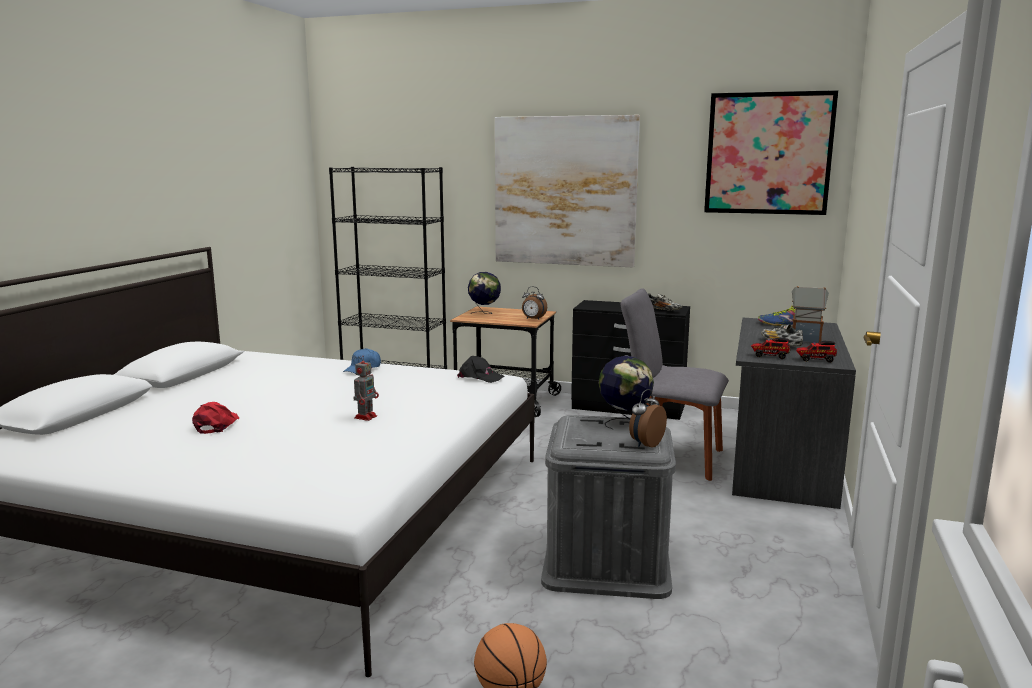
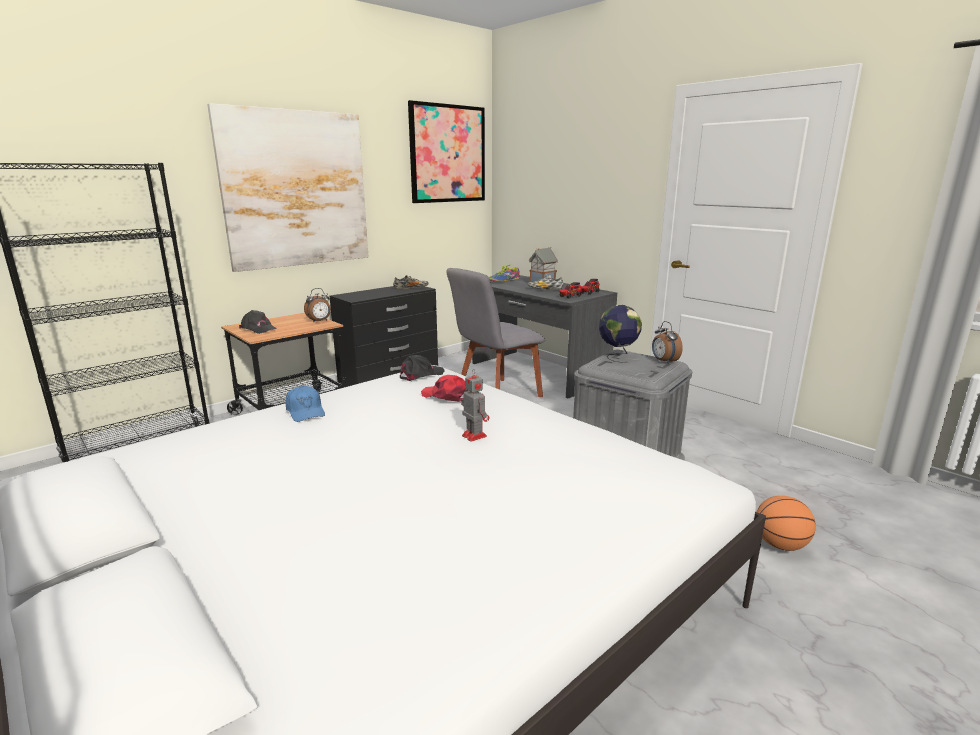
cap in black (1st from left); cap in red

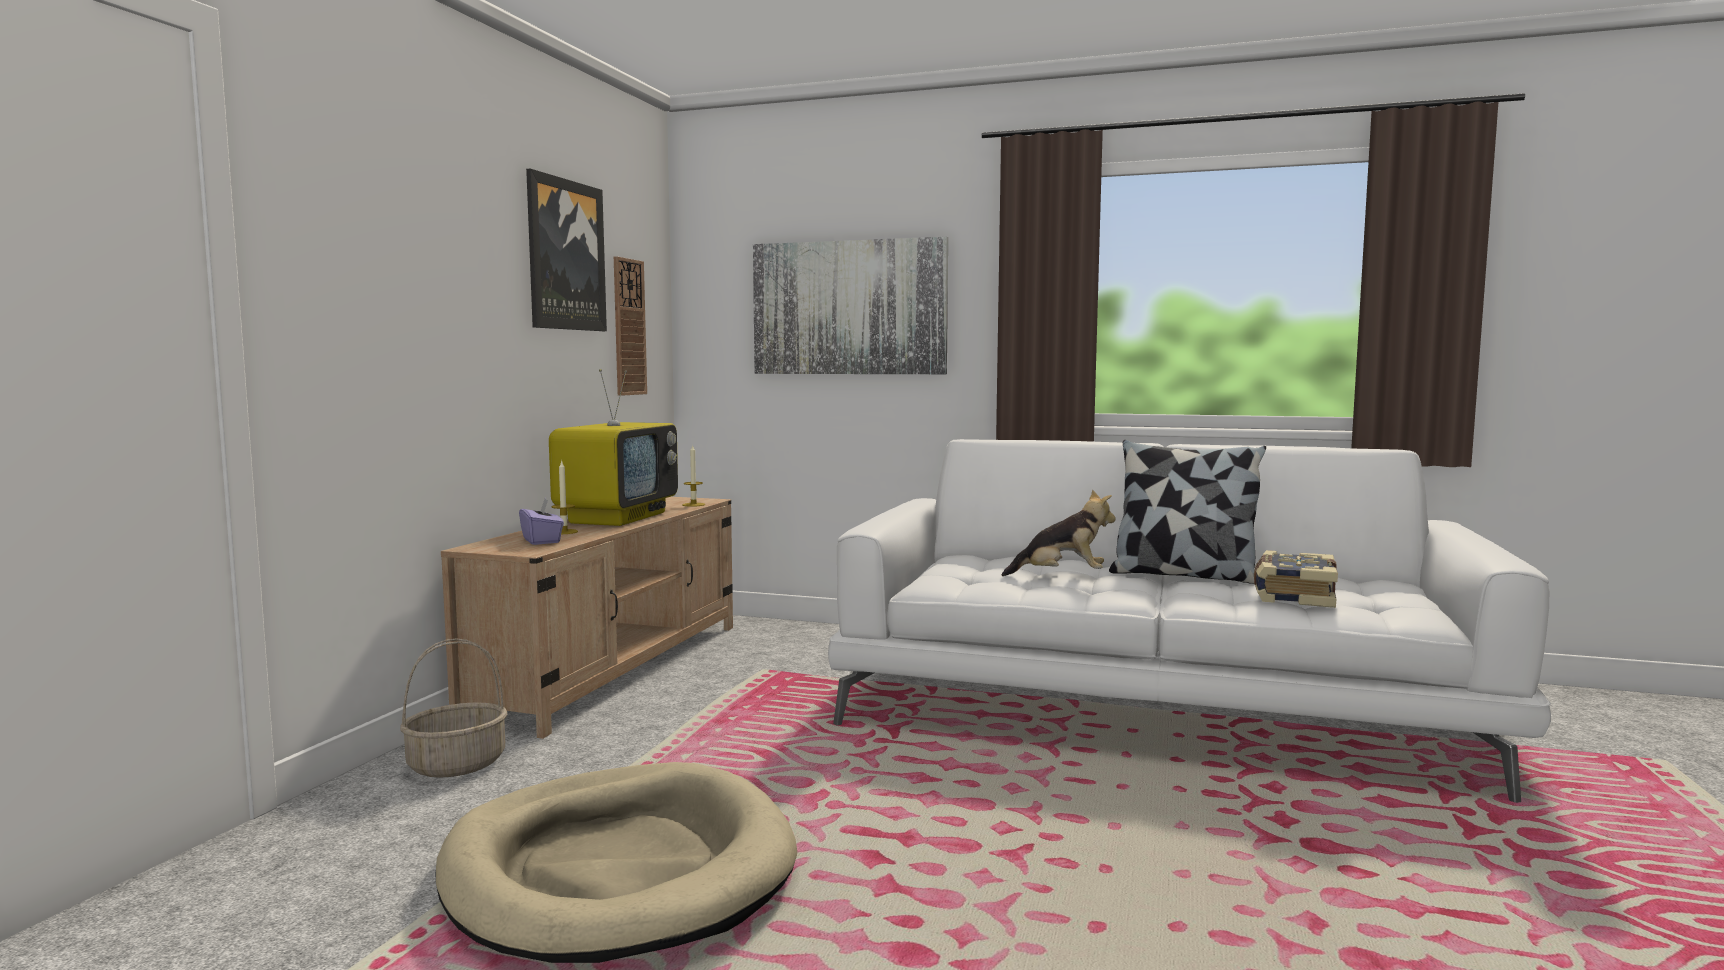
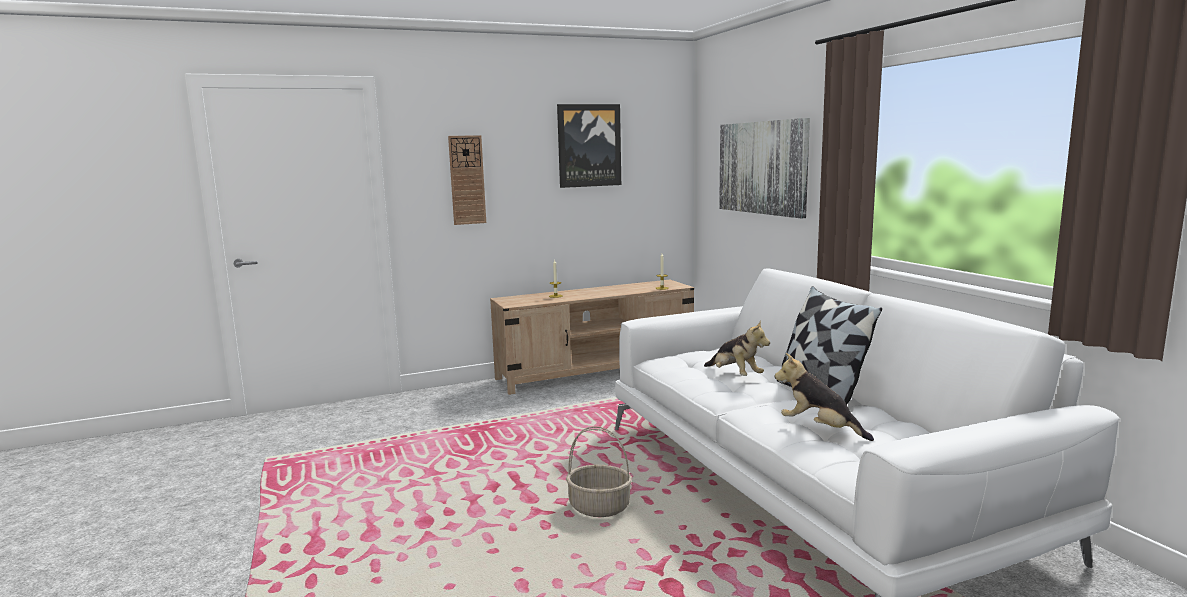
wall clock; basket; plush toy (2nd from left); dog bed in beige; tissue box in purple; television

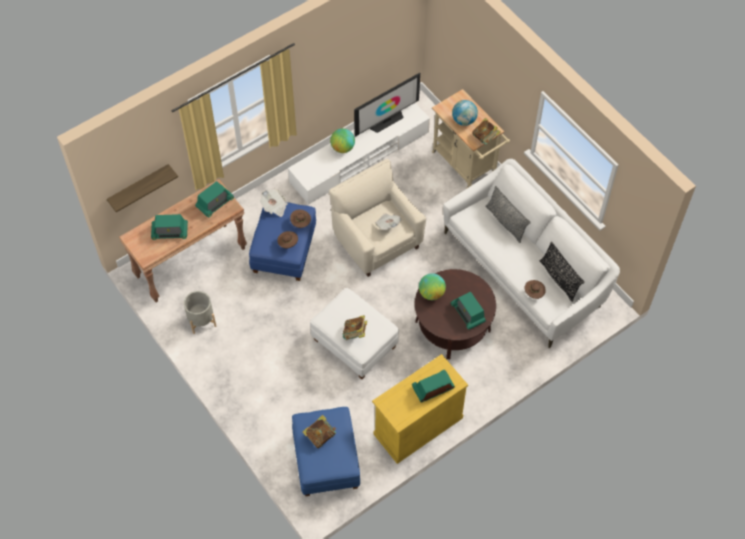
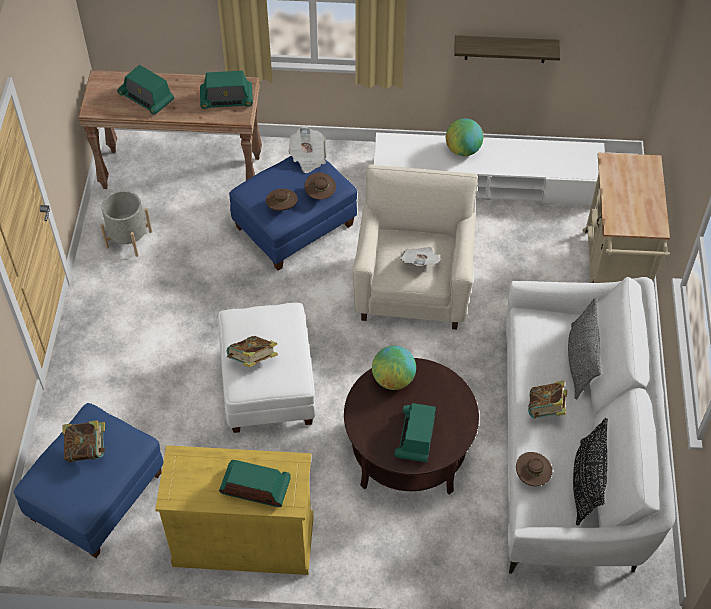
shelf; book (3rd from left); television; globe (3rd from left in the first image)

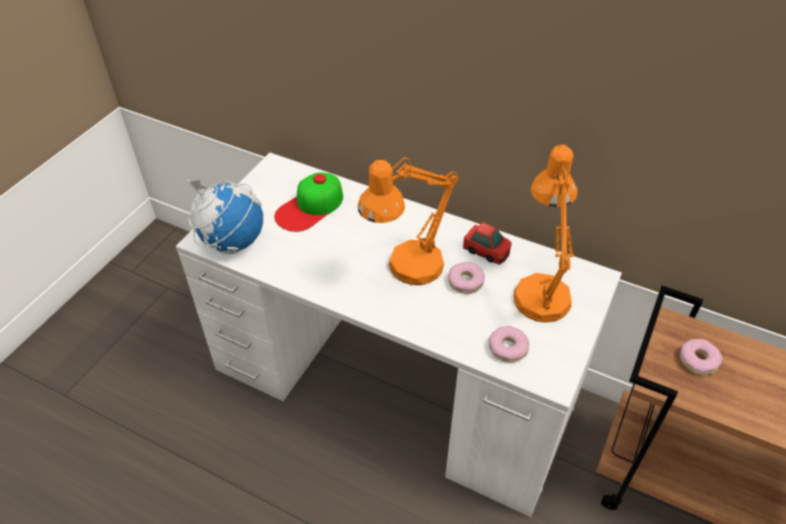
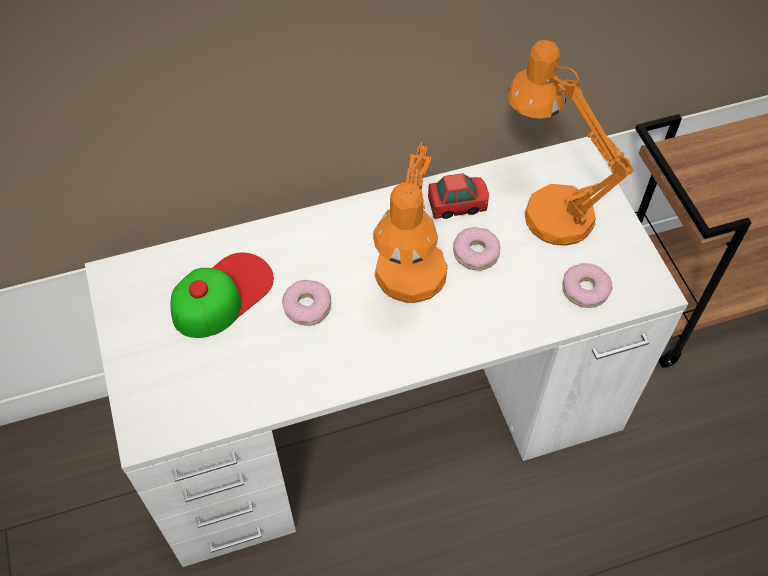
cap; donut (1st from left); globe

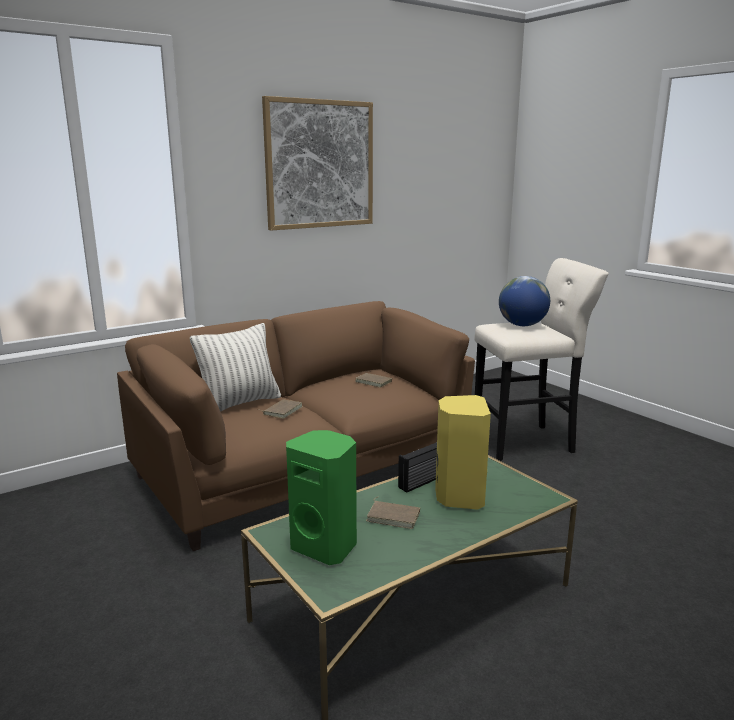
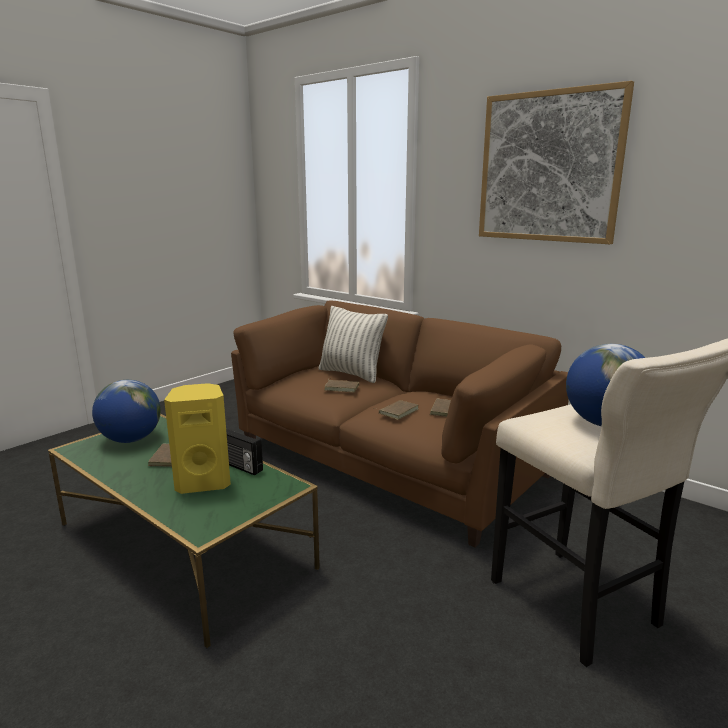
globe (1st from left); book in brown (3rd from left)

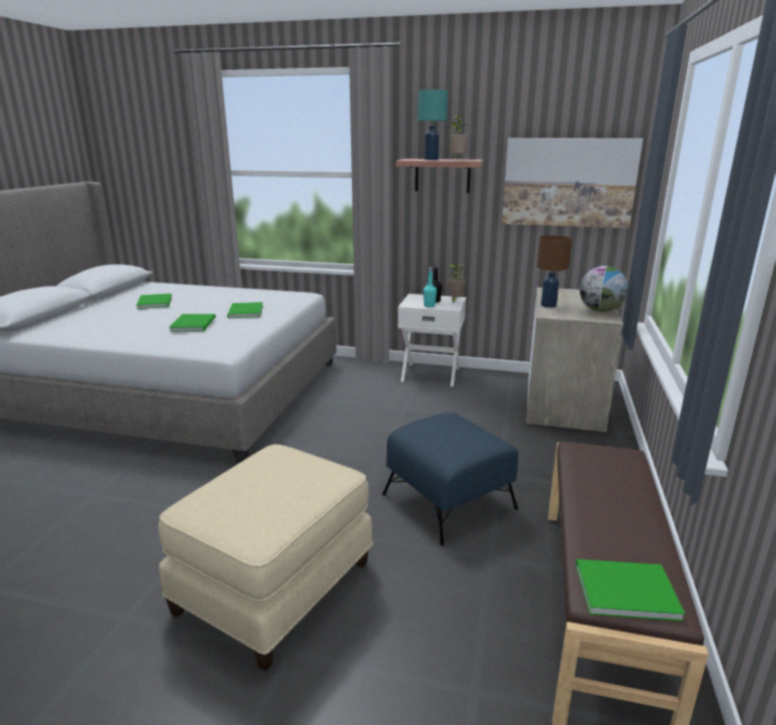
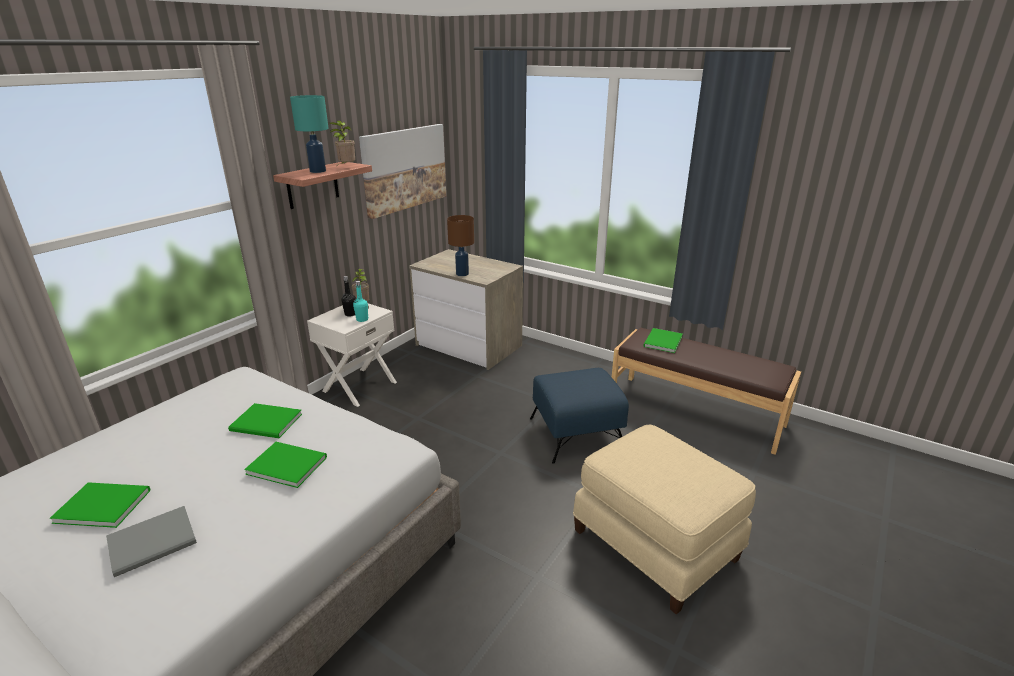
book in grey; book in green (4th from left); globe

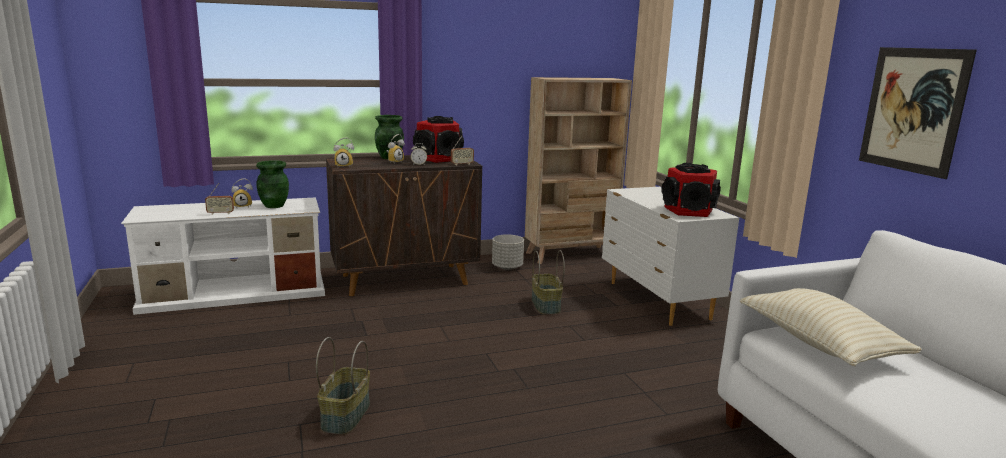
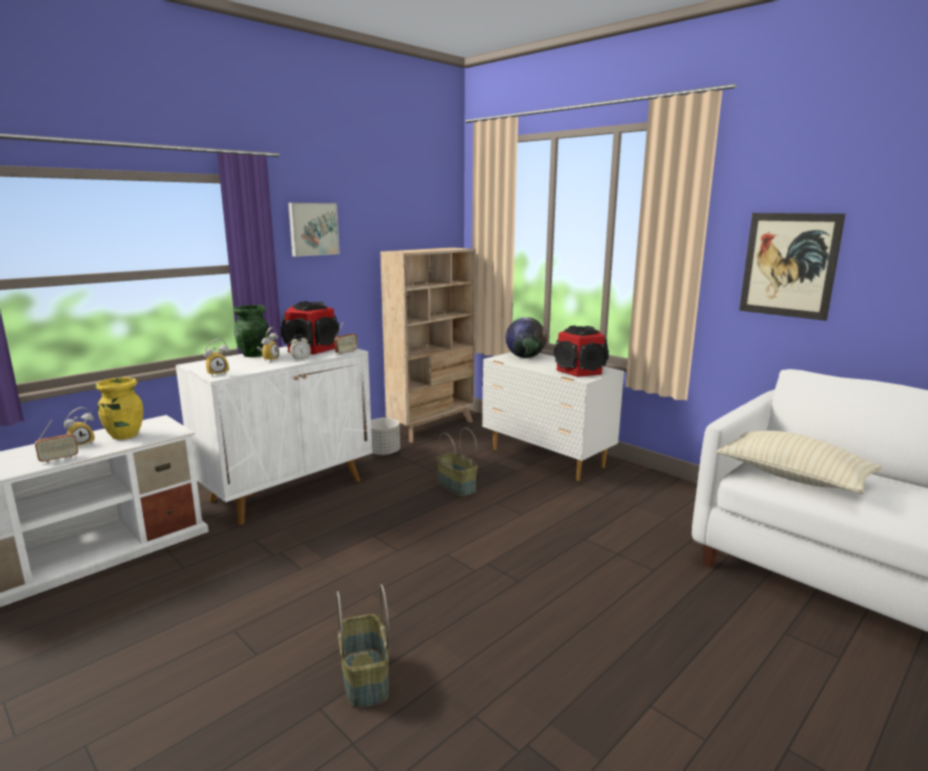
vase in yellow; cabinet in white; picture (1st from left); globe

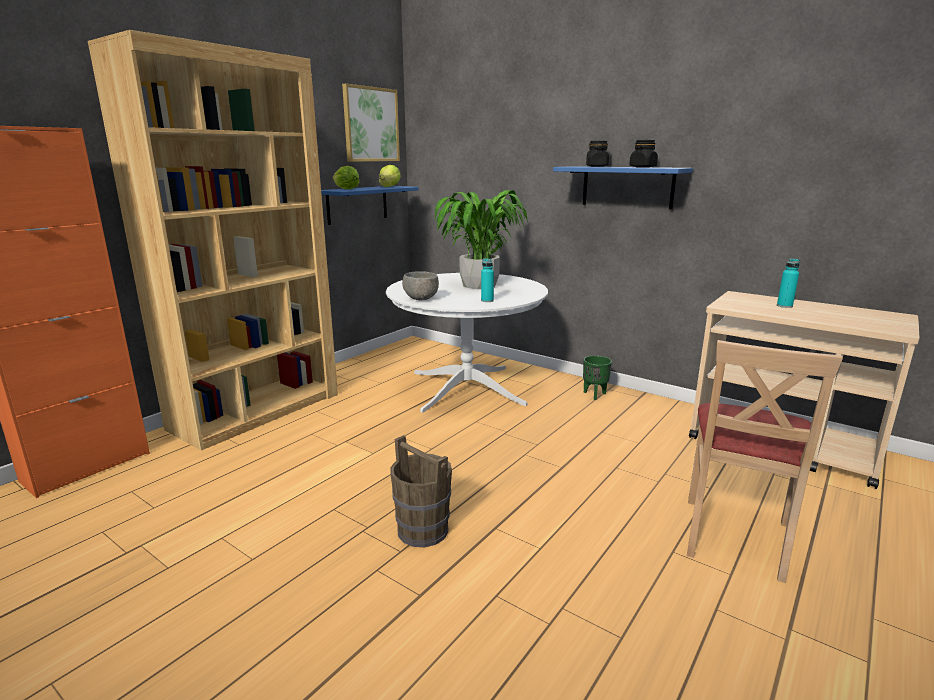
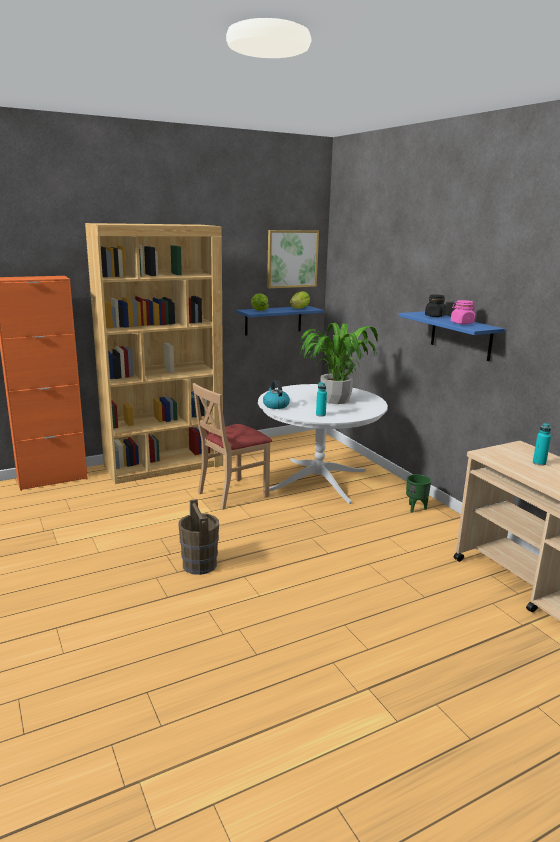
chair in beige; kettle; jar in pink

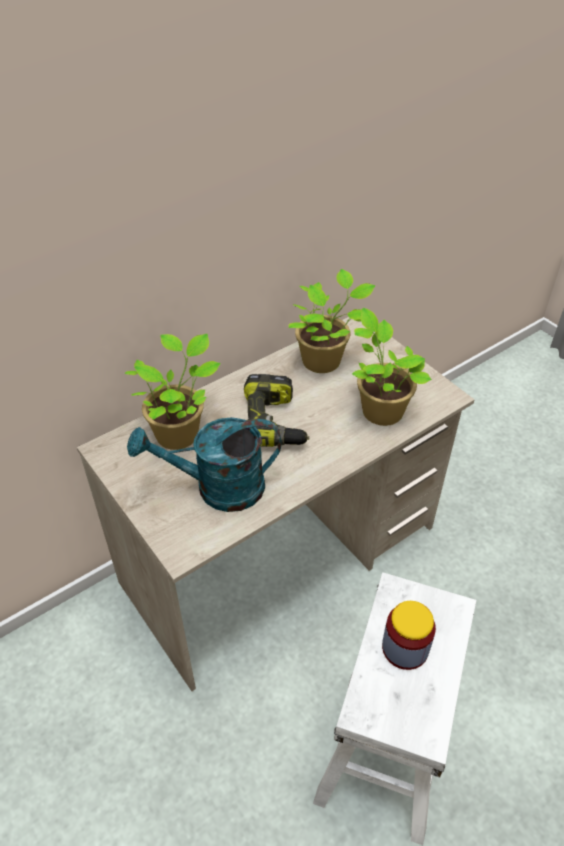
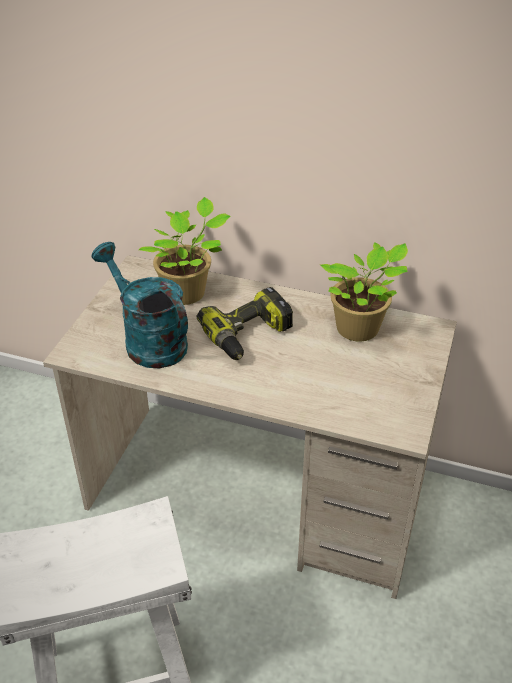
potted plant (3rd from left in the first image); jar

